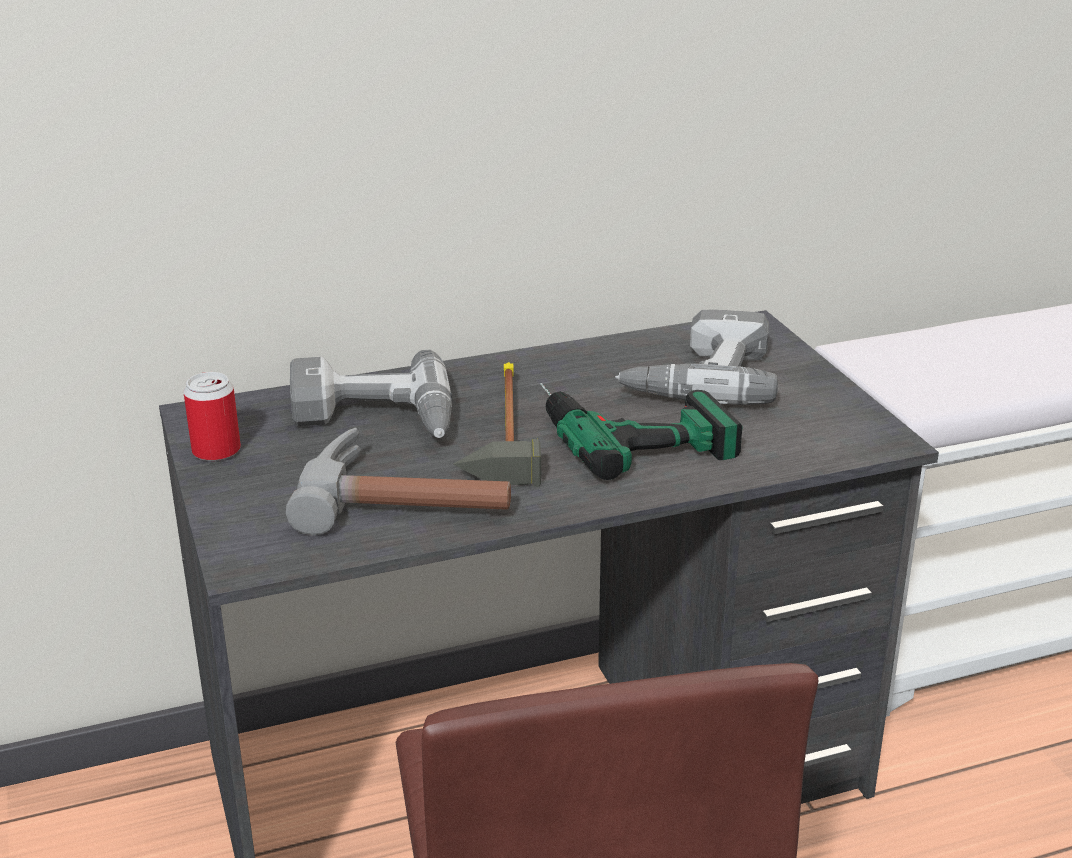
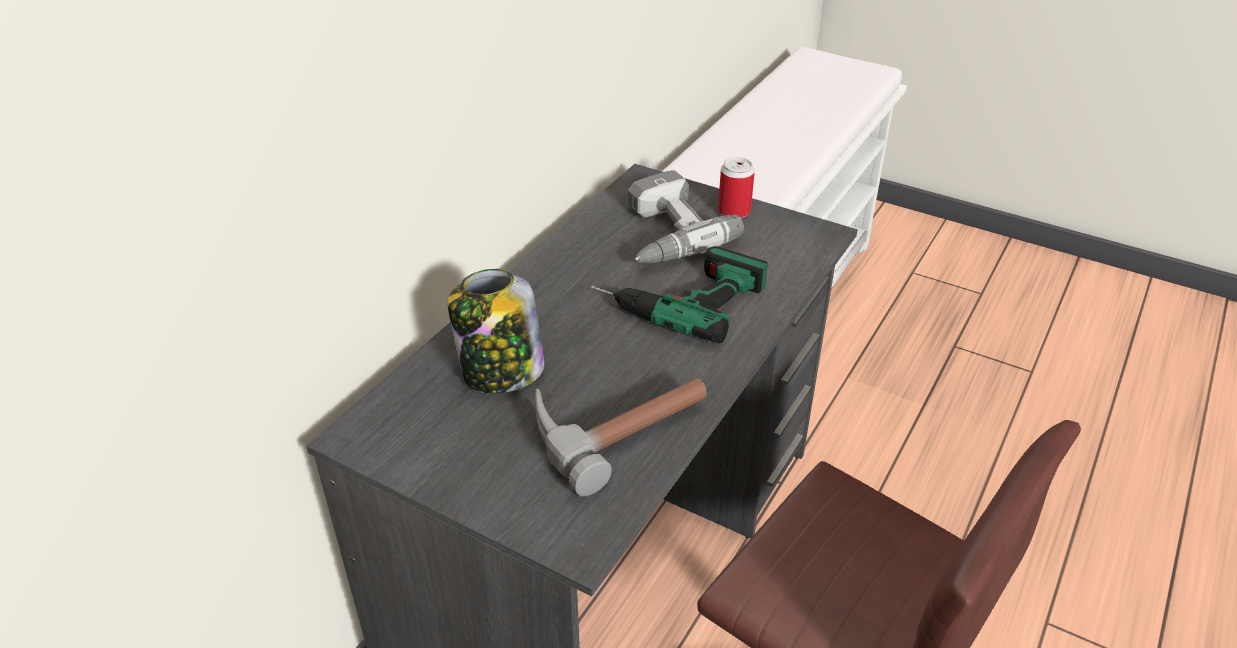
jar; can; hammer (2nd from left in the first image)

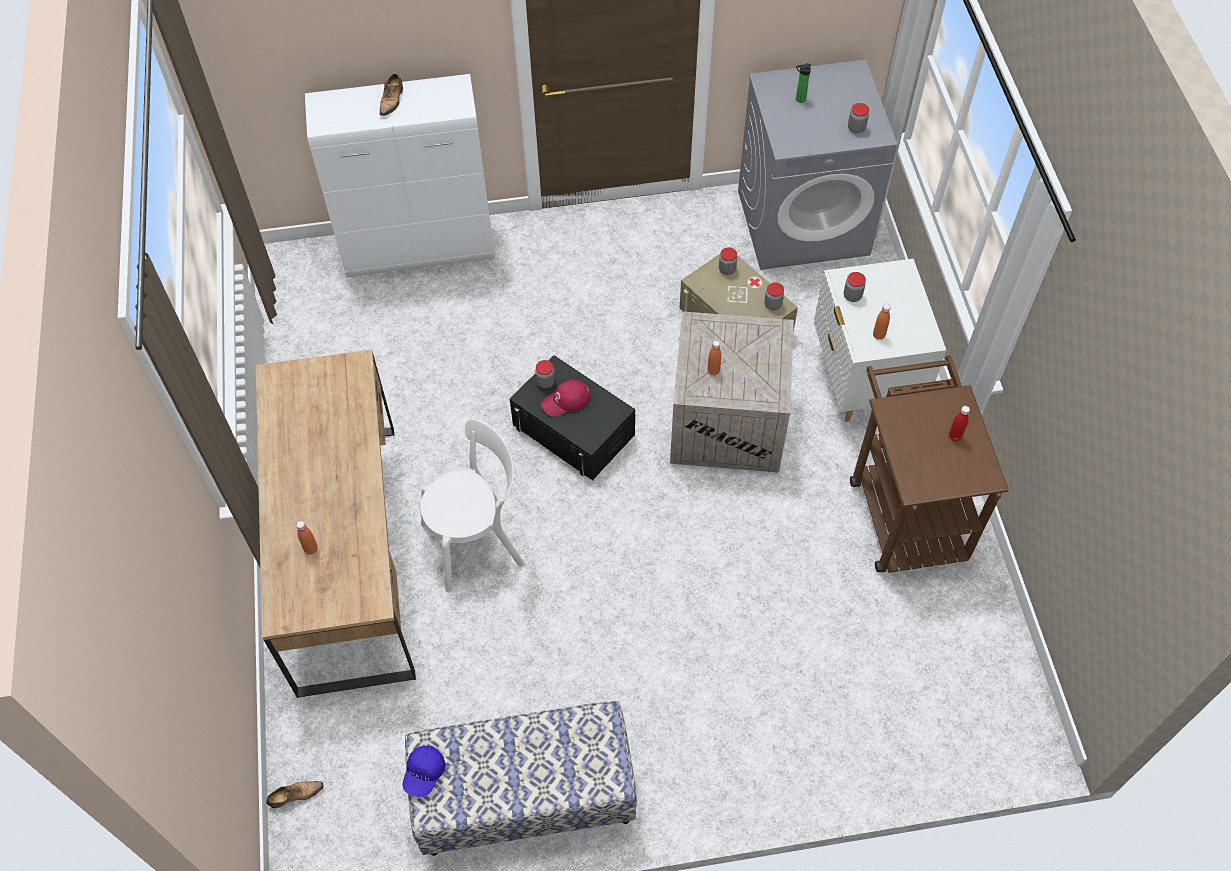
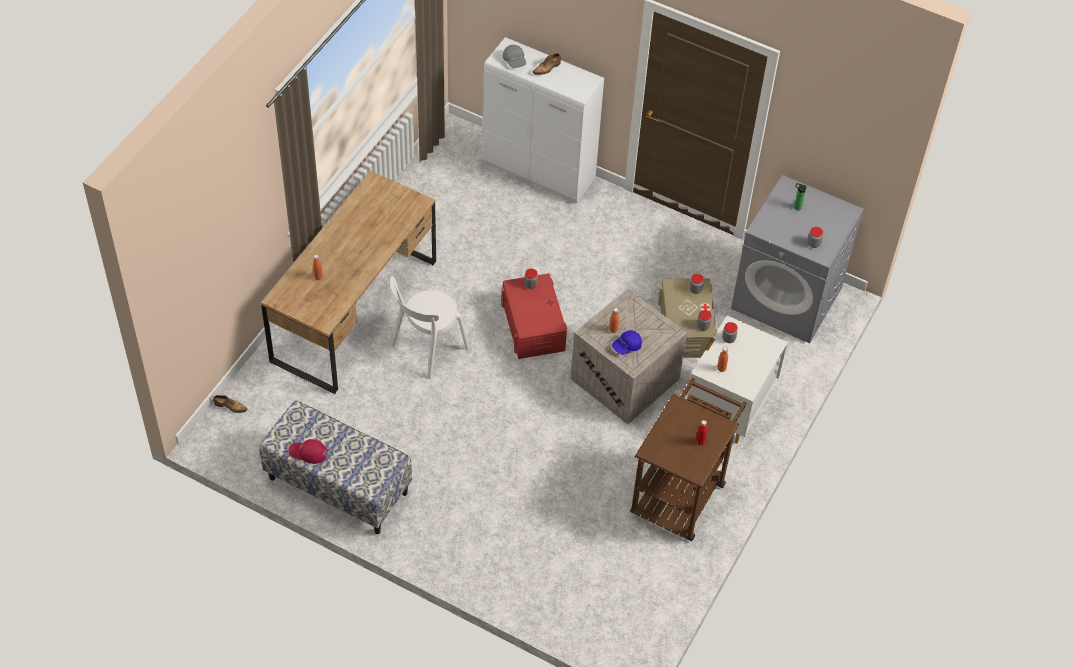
cap in red; chair in white; storage box in red; cap in grey; cap in blue

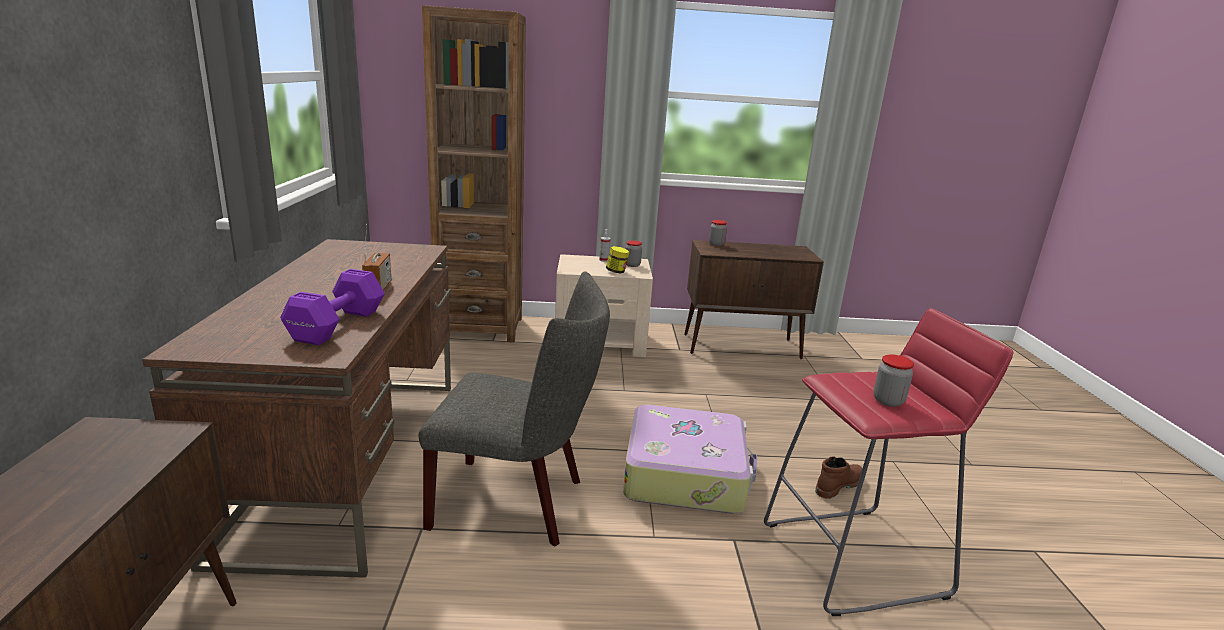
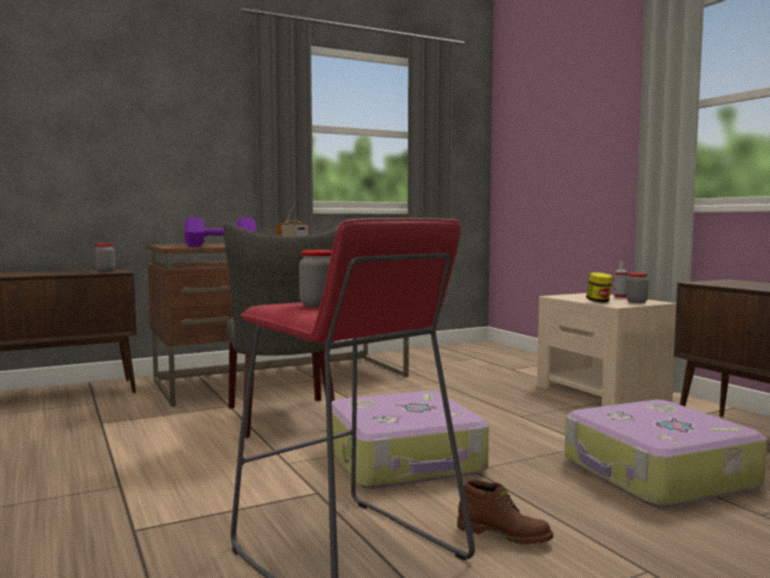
jar (1st from left); suitcase (2nd from left); bookcase in brown

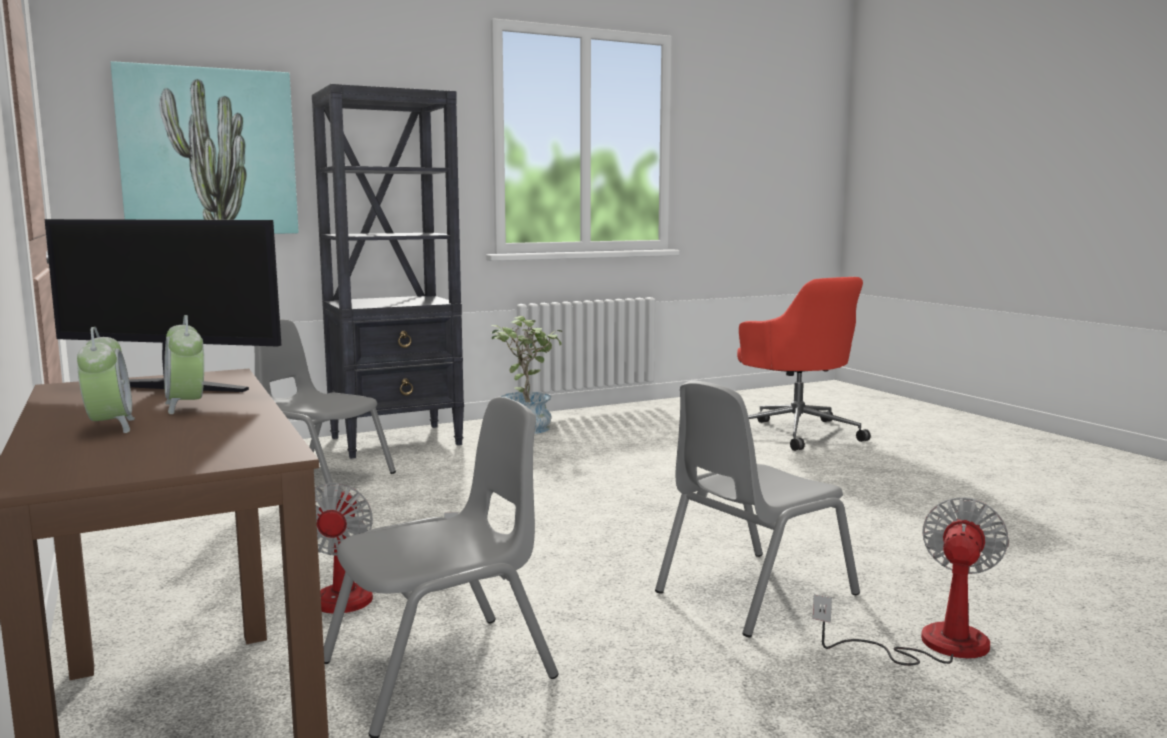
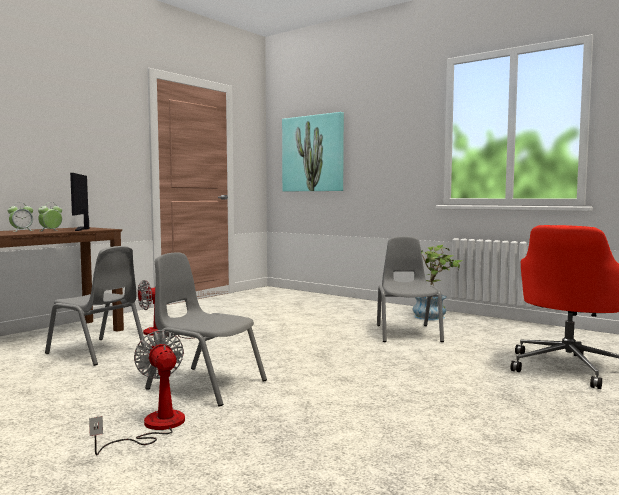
fan (1st from left); chair in grey (3rd from left); bookcase in black

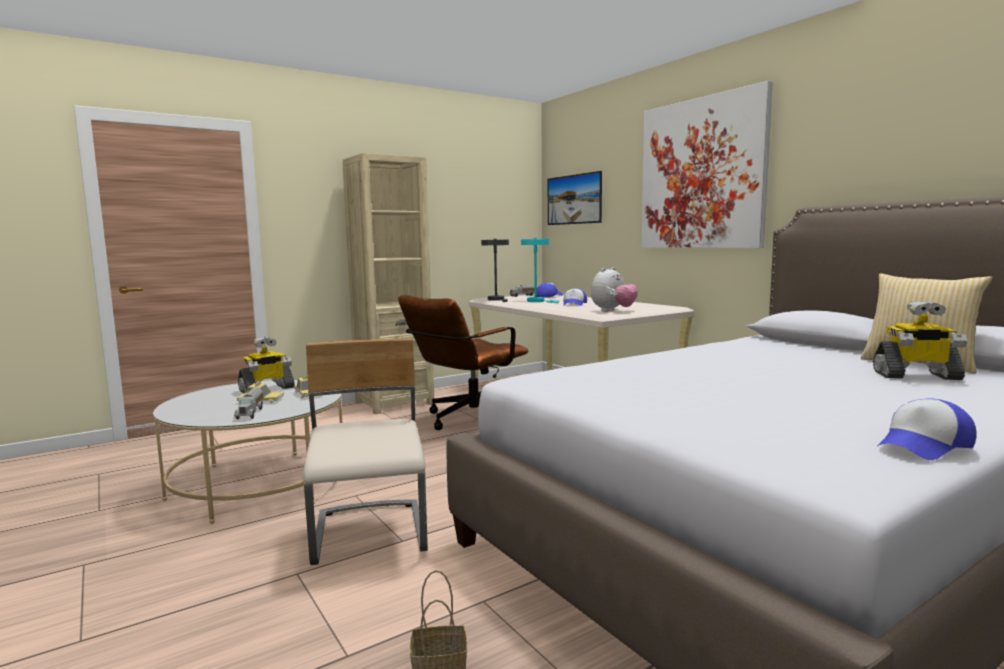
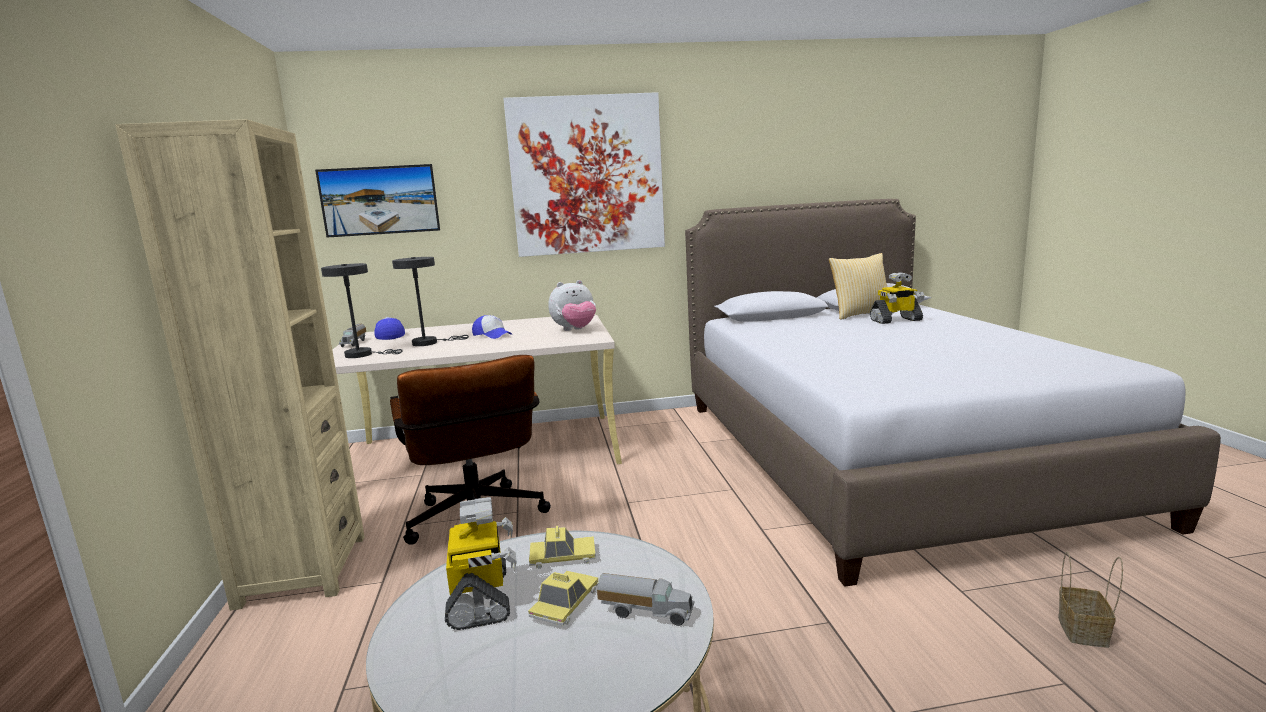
table lamp in grey (2nd from left); plush toy; toy robot (2nd from left); chair in beige; cap (3rd from left in the first image)

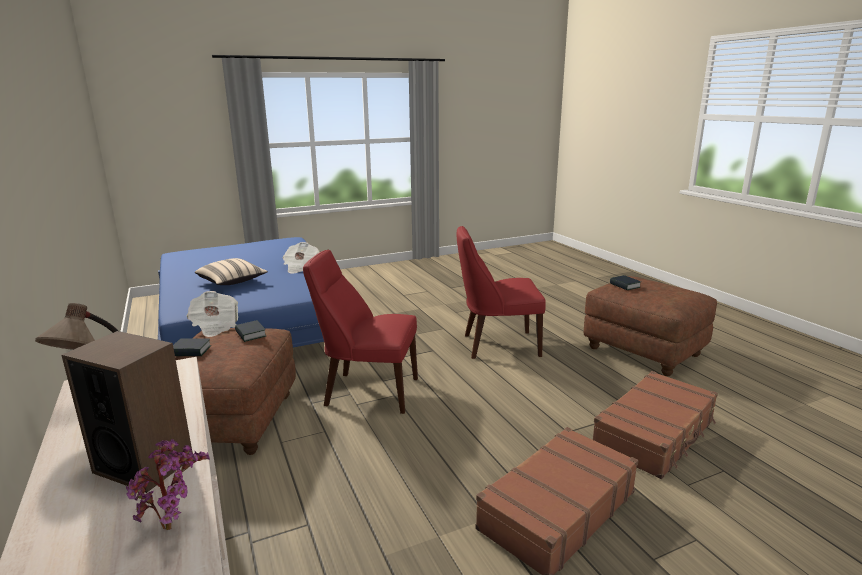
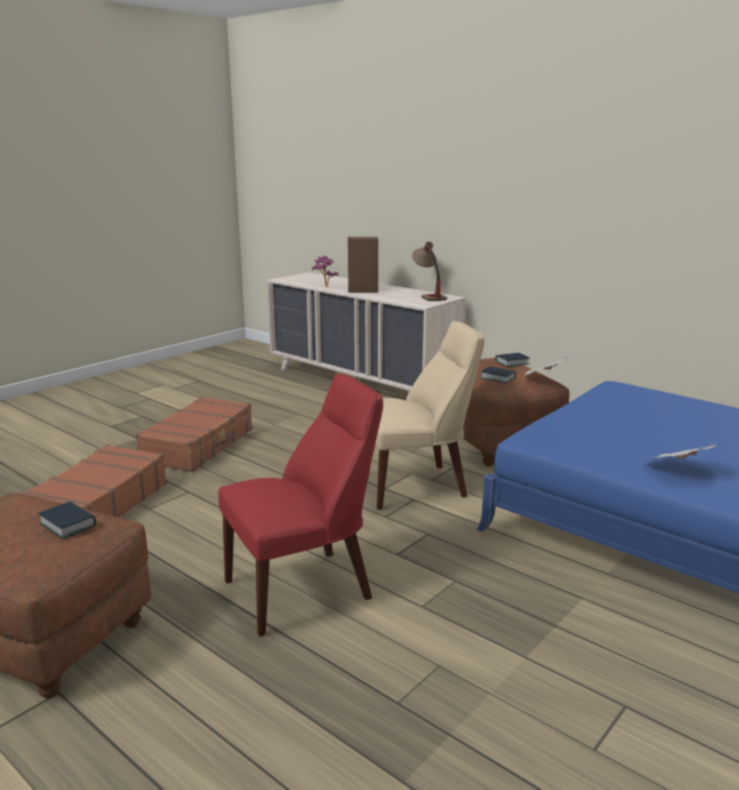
chair in beige; pillow in beige

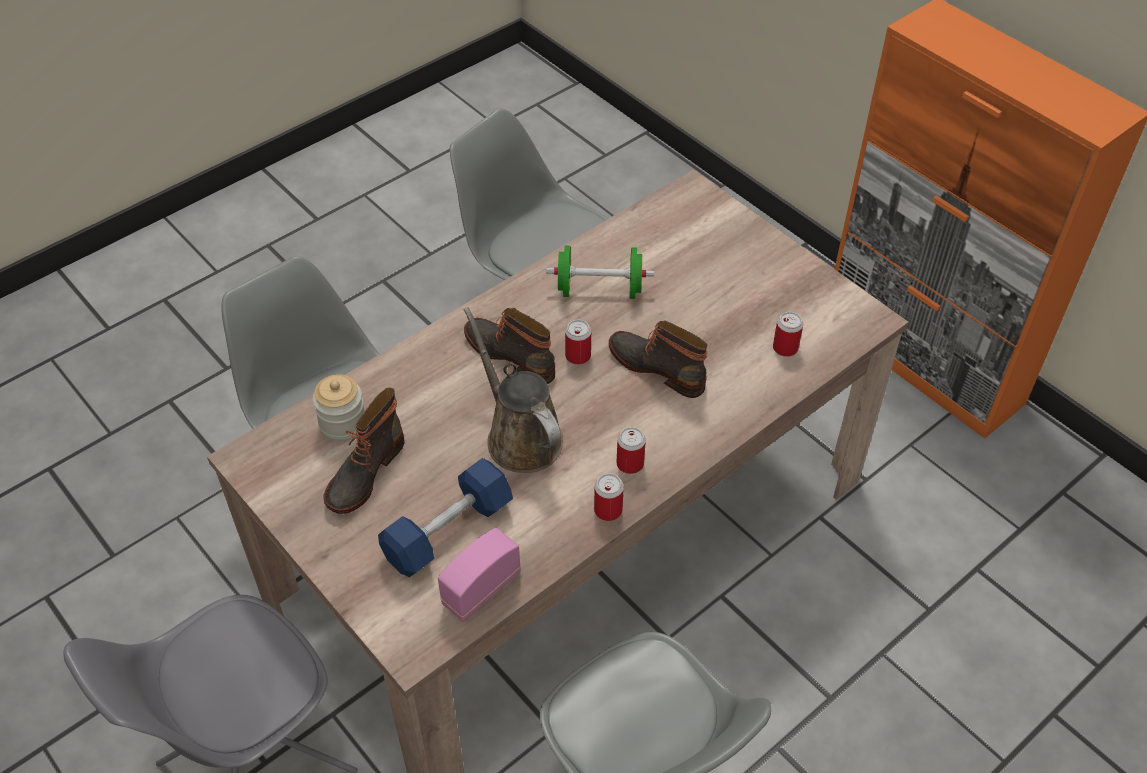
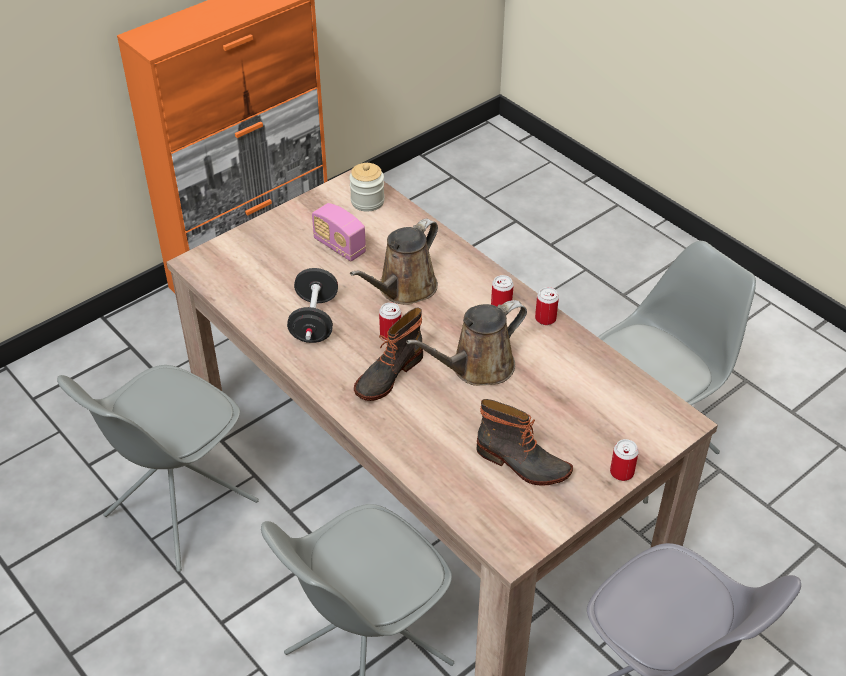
dumbbell in black; radio; jar; watering can in brown (1st from left); can (4th from left); dumbbell in blue

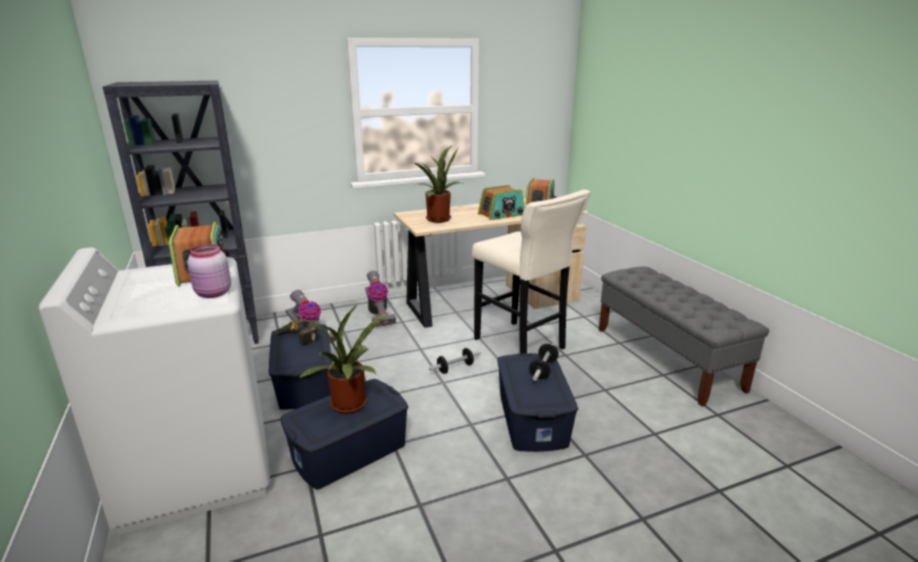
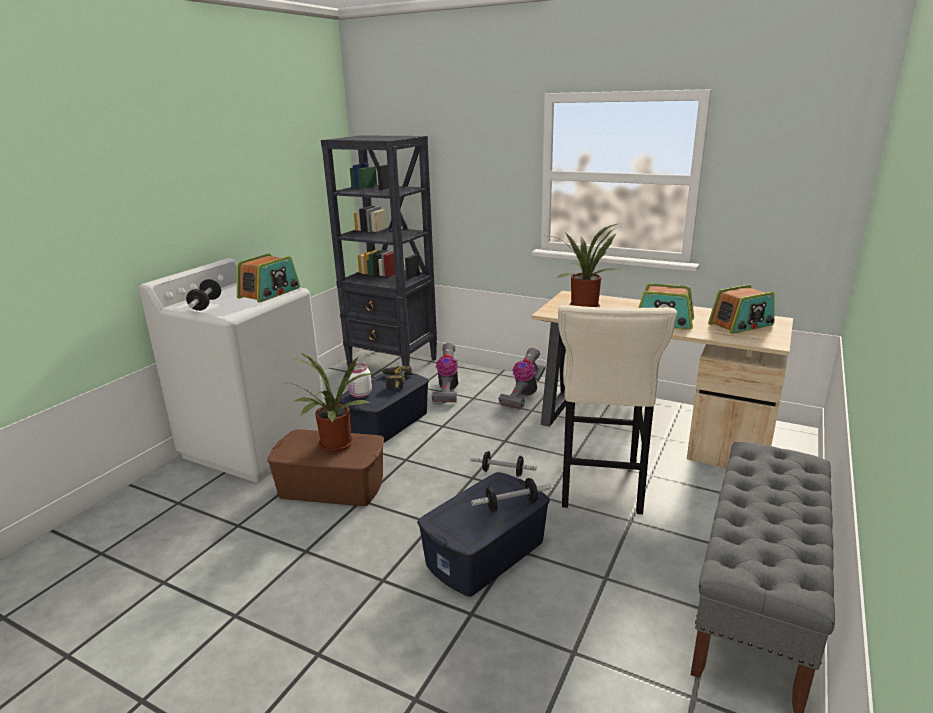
dumbbell (1st from left); storage box in brown; jar in white; jar in pink

